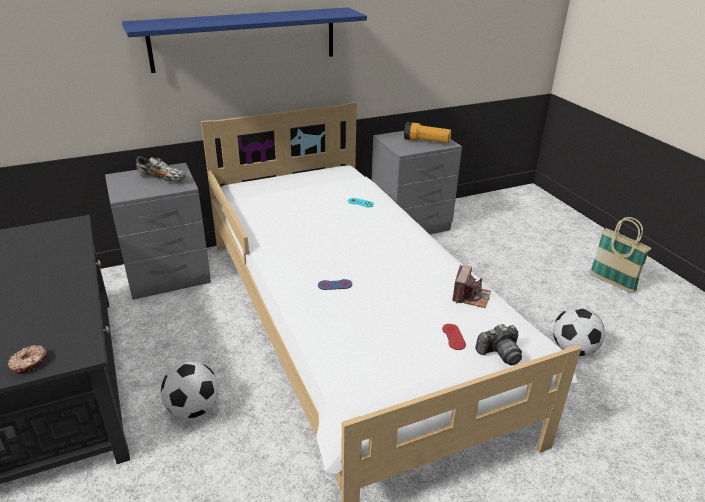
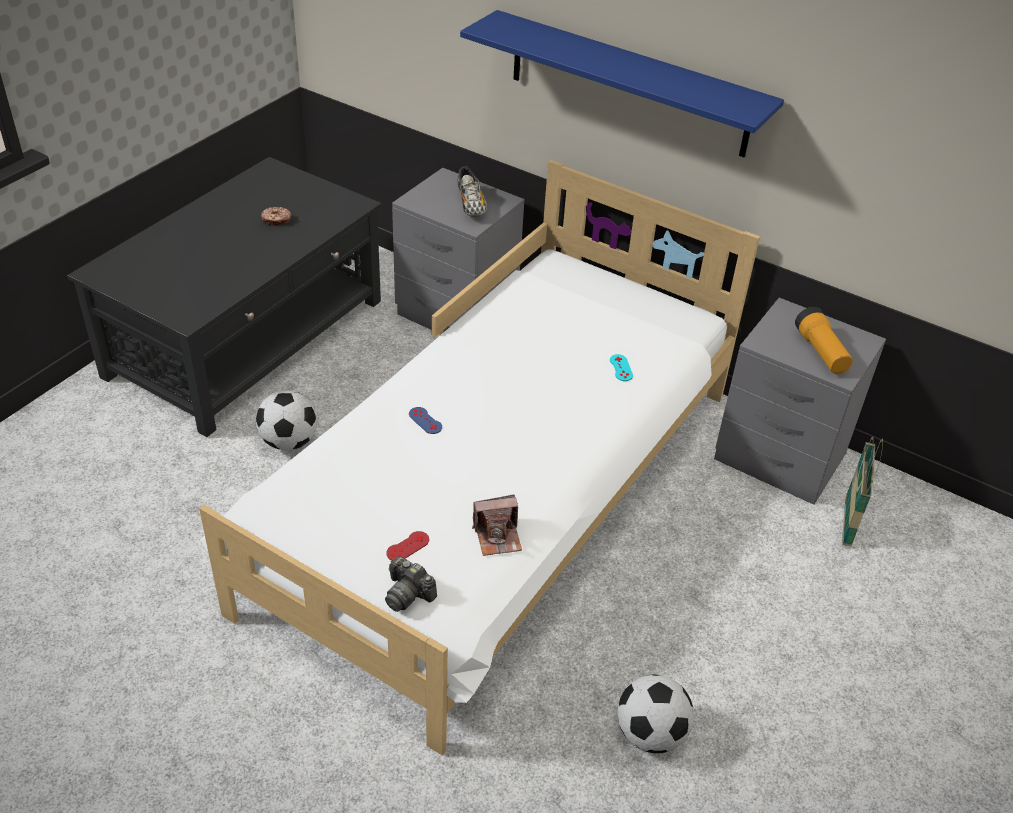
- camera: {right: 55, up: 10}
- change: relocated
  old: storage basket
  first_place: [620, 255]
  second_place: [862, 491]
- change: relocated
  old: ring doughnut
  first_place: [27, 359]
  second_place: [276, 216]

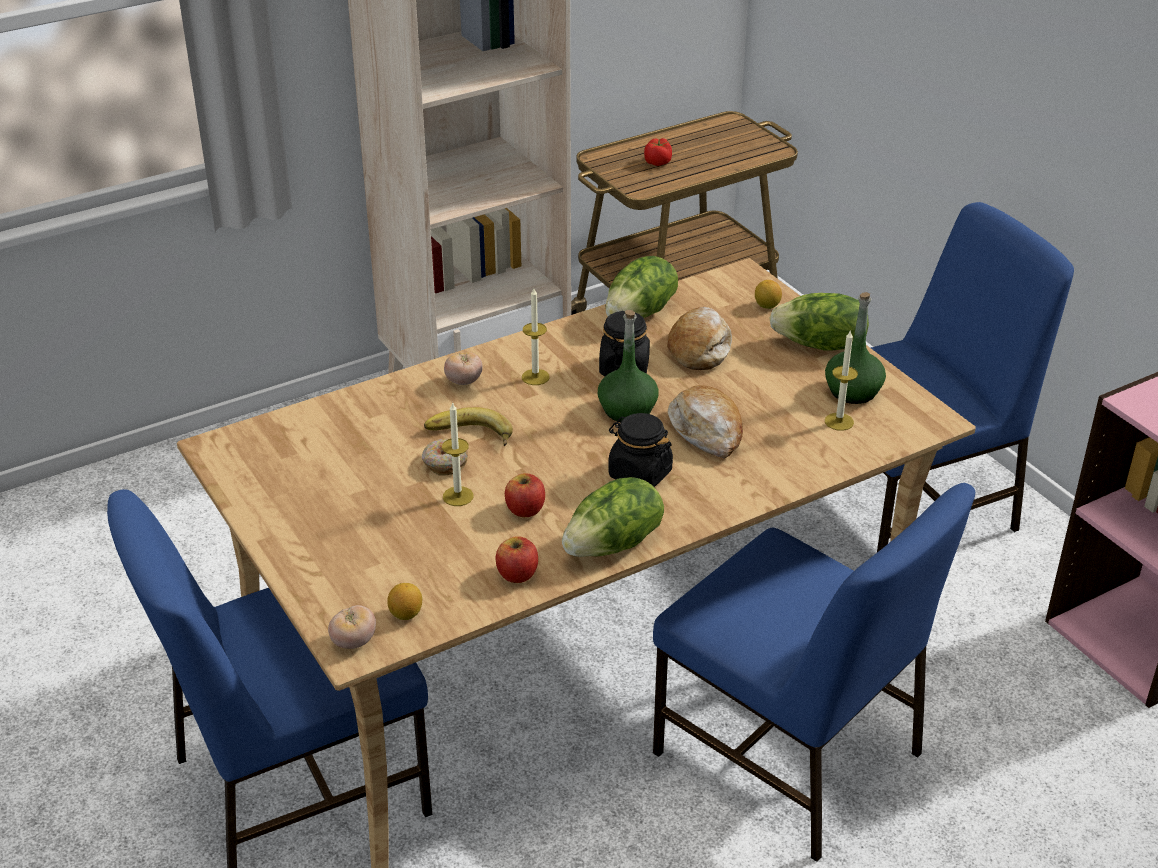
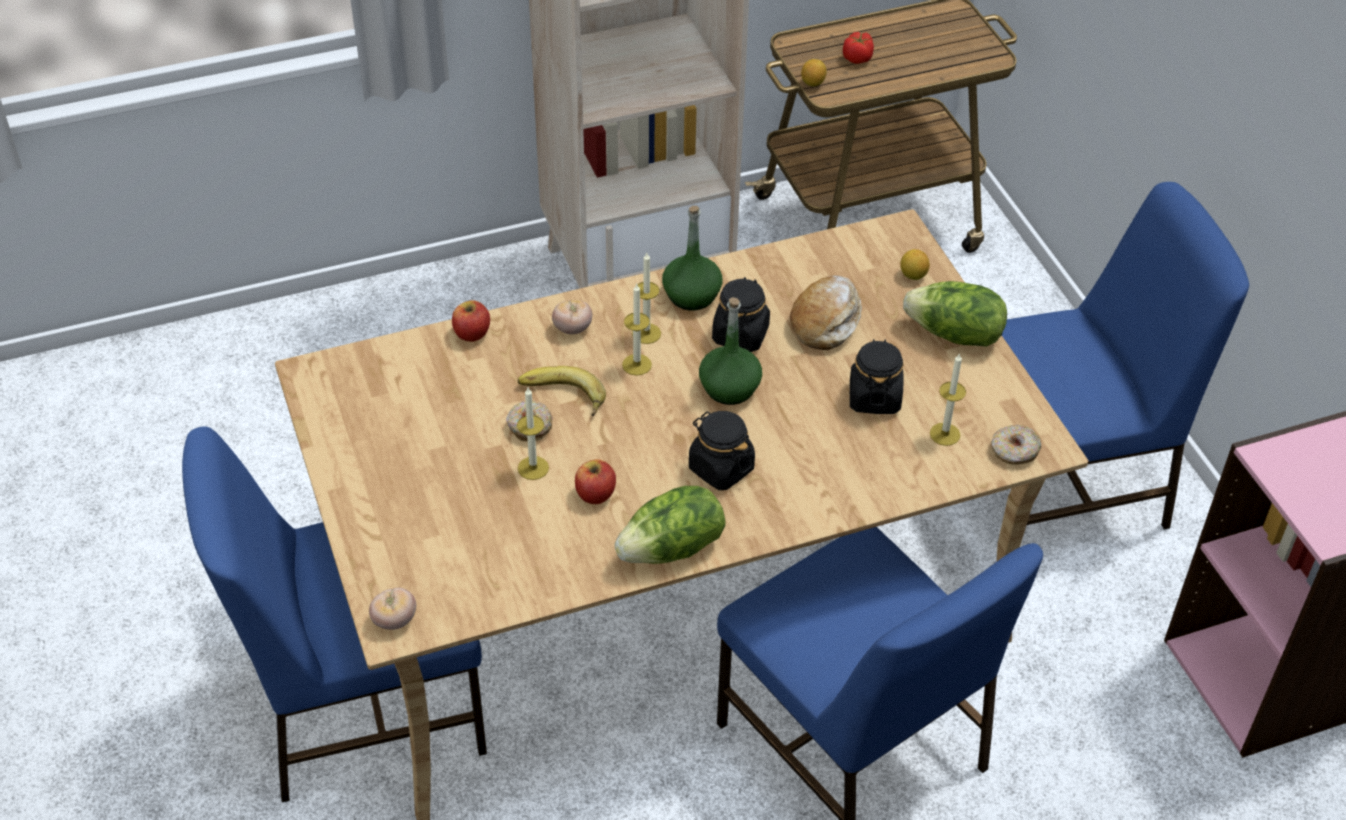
- camera: {right: 10, up: 10}
- change: missing
  old: lettuce
  first_place: [641, 287]
- change: relocated
  old: greenish bottle
  first_place: [855, 348]
  second_place: [692, 258]
- change: missing
  old: bakery bread
  first_place: [705, 421]
- change: relocated
  old: apple fruit
  first_place: [516, 559]
  second_place: [471, 321]
- change: relocated
  old: lemon
  first_place: [404, 601]
  second_place: [814, 73]
- change: appeared
  new: candle
  second_place: [637, 330]
- change: appeared
  new: black-coloured preserve jar
  second_place: [877, 376]
- change: appeared
  new: ring doughnut
  second_place: [1016, 445]

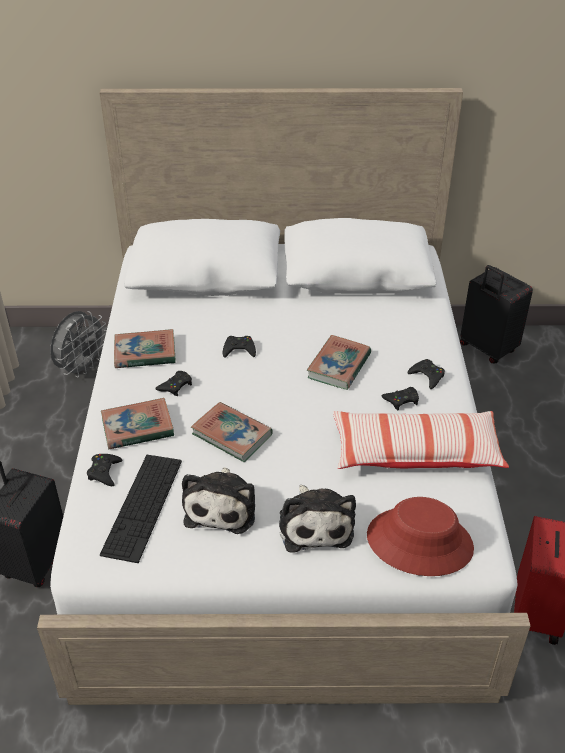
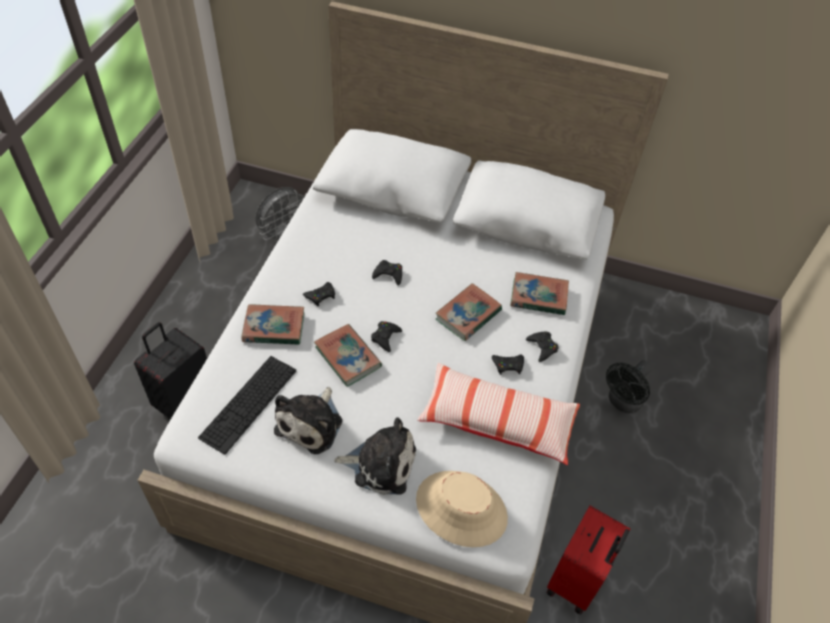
- camera: {right: 15, up: 10}
- change: missing
  old: black-coloured travel case
  first_place: [496, 314]
- change: relocated
  old: bound book
  first_place: [145, 348]
  second_place: [539, 293]
- change: relocated
  old: black-coloured game controller
  first_place: [104, 470]
  second_place: [386, 336]
- change: spun
  old: plush toy
  first_place: [317, 519]
  second_place: [375, 456]
  degrees: -90
- change: colour
  old: red hat
  new: beige hat
  first_place: [420, 536]
  second_place: [462, 509]
- change: appeared
  new: black-coloured cooling fan
  second_place: [629, 386]

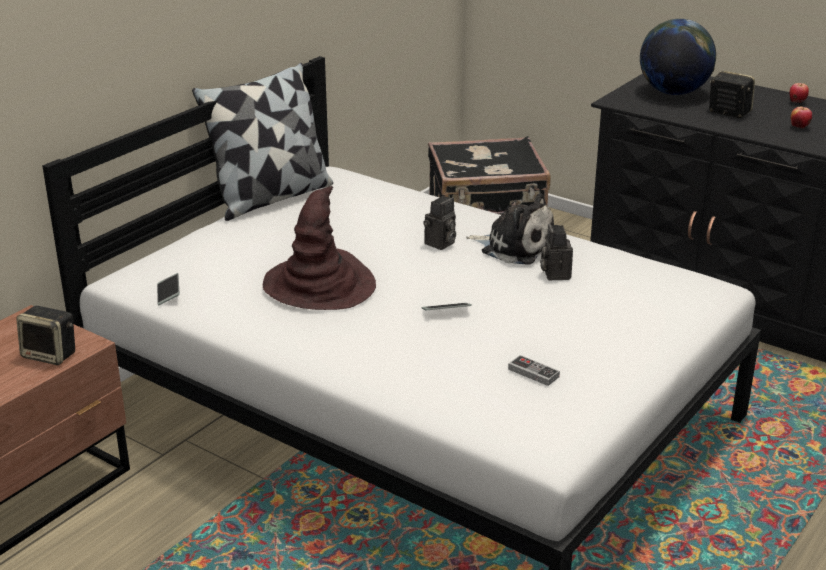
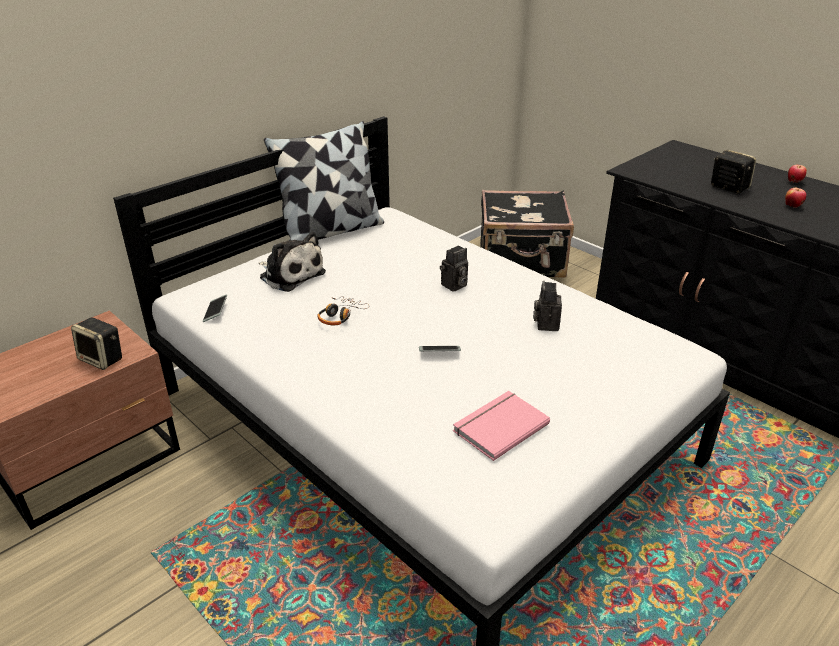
- camera: {right: 10, up: 5}
- change: missing
  old: globe
  first_place: [678, 57]
- change: exchanged
  old: brownish hat
  new: headset
  first_place: [319, 248]
  second_place: [343, 310]
- change: relocated
  old: plush toy
  first_place: [510, 229]
  second_place: [292, 262]
- change: exchanged
  old: game controller
  new: pink-coloured bound book
  first_place: [534, 370]
  second_place: [501, 426]

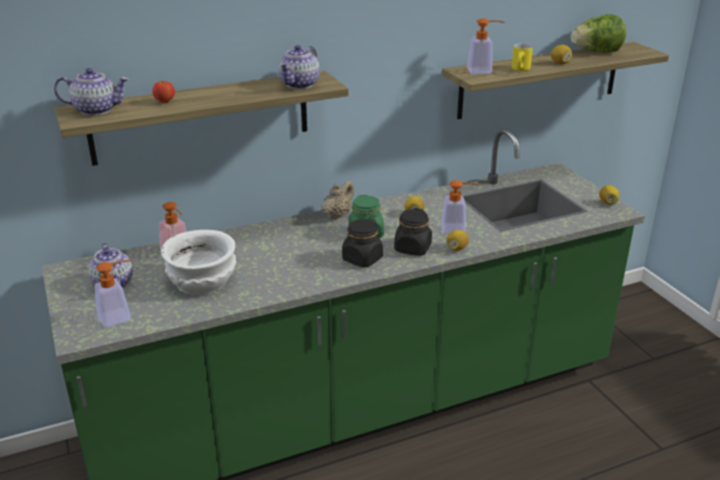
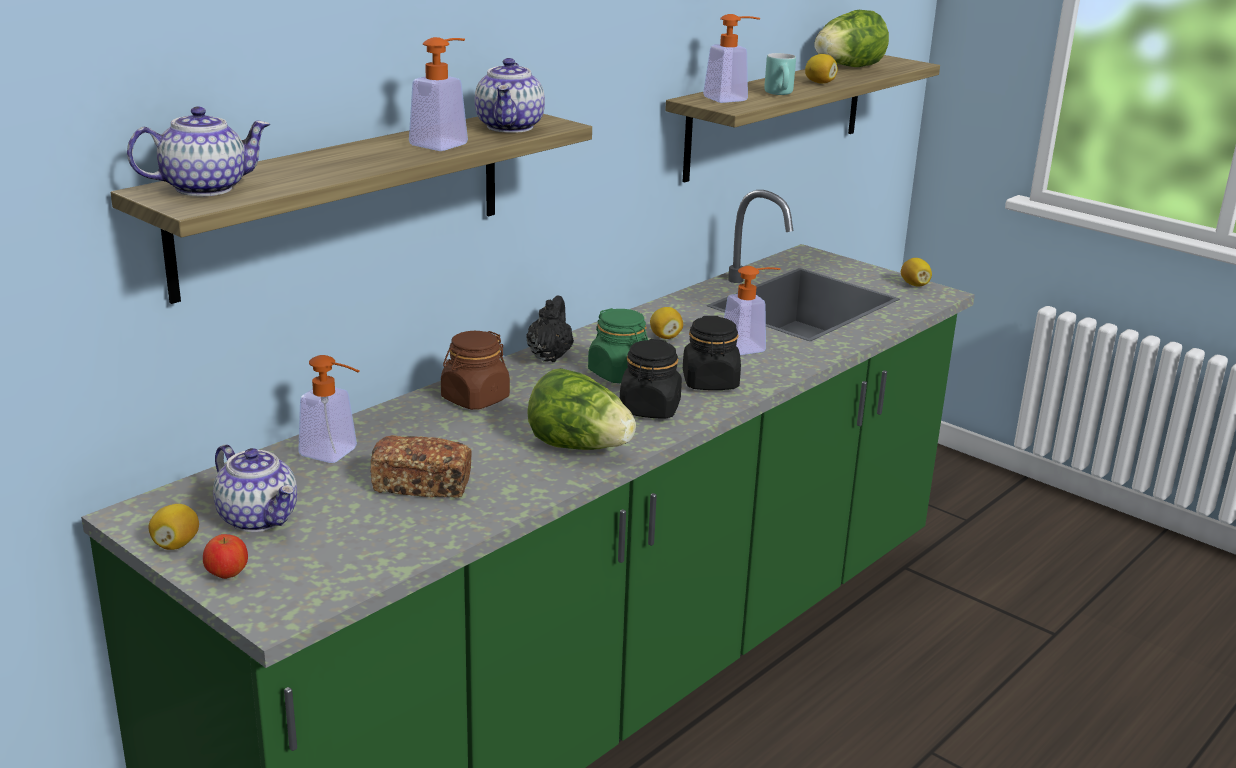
- camera: {right: -25, up: -5}
- change: colour
  old: yellow-coloured mug
  new: turquoise-coloured mug
  first_place: [522, 57]
  second_place: [780, 74]
- change: relocated
  old: apple fruit
  first_place: [163, 92]
  second_place: [225, 556]
- change: colour
  old: beige tea pot
  new: black-coloured tea pot
  first_place: [337, 200]
  second_place: [550, 329]
- change: exchanged
  old: white-coloured bowl
  new: bakery bread
  first_place: [198, 262]
  second_place: [421, 466]
- change: relocated
  old: lemon
  first_place: [457, 240]
  second_place: [173, 527]
- change: relocated
  old: soap bottle
  first_place: [113, 294]
  second_place: [438, 94]
- change: appeared
  new: brownish preserve jar
  second_place: [475, 370]
- change: appeared
  new: lettuce
  second_place: [581, 409]

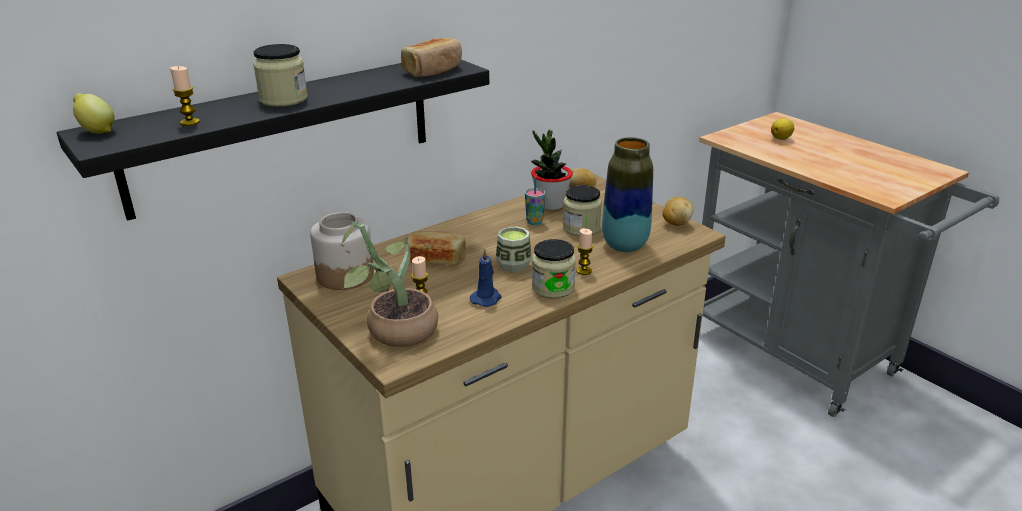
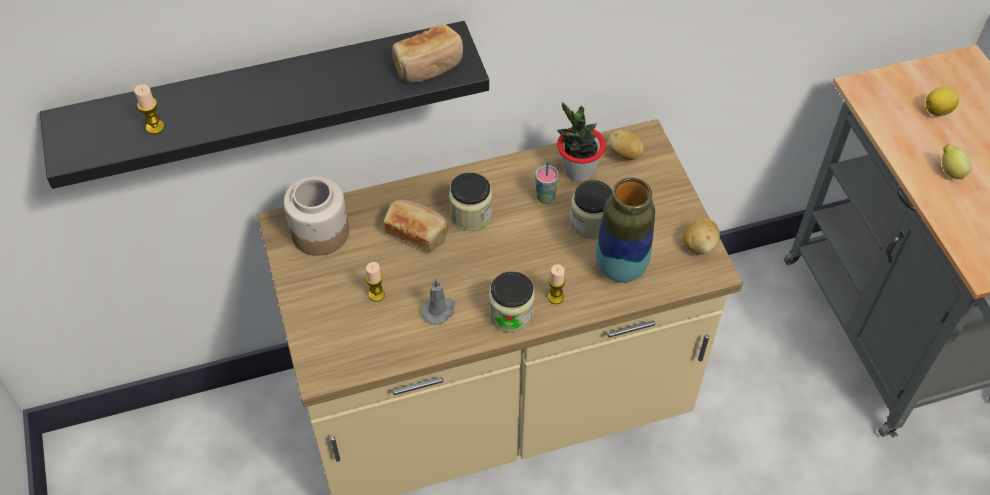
- camera: {right: 20, up: 25}
- change: relocated
  old: preserve jar
  first_place: [280, 75]
  second_place: [470, 201]
- change: relocated
  old: lemon
  first_place: [93, 113]
  second_place: [956, 161]
- change: missing
  old: plant in a pot
  first_place: [390, 284]
- change: missing
  old: drinking cup
  first_place: [513, 249]
- change: colour
  old: blue-coloured candle
  new: greyish candle
  first_place: [486, 278]
  second_place: [438, 301]

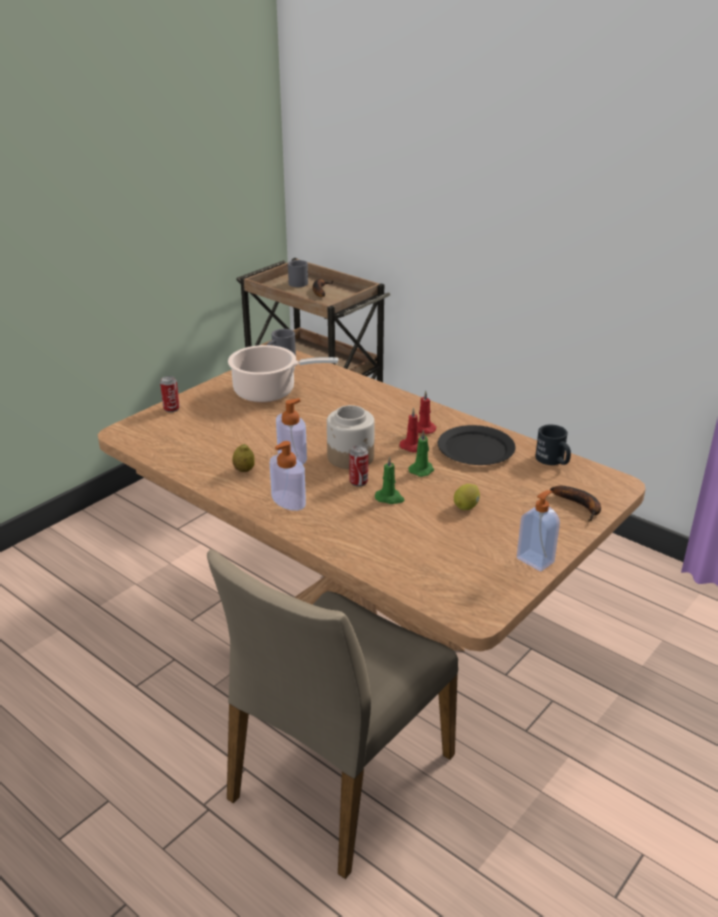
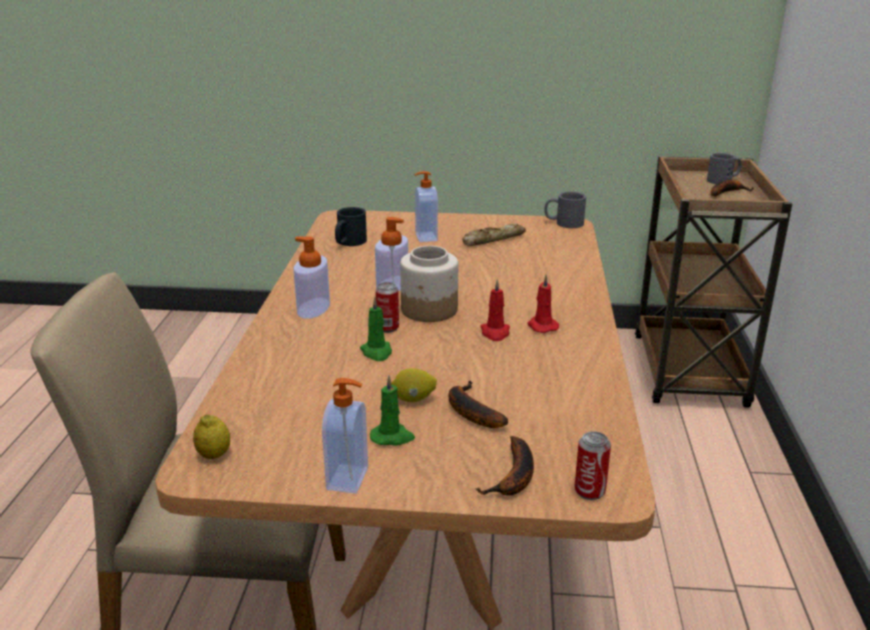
- camera: {right: 55, up: -5}
- change: exchanged
  old: cooking pot
  new: bakery bread
  first_place: [283, 373]
  second_place: [494, 235]
- change: relocated
  old: can
  first_place: [170, 394]
  second_place: [592, 465]
- change: missing
  old: black-coloured dinner plate
  first_place: [477, 445]
- change: relocated
  old: black-coloured mug
  first_place: [553, 445]
  second_place: [351, 226]
- change: relocated
  old: greenish candle
  first_place: [421, 453]
  second_place: [392, 410]
- change: relocated
  old: lemon
  first_place: [243, 458]
  second_place: [211, 436]
- change: appeared
  new: soap bottle
  second_place: [426, 206]
- change: appeared
  new: banana fruit
  second_place: [478, 404]

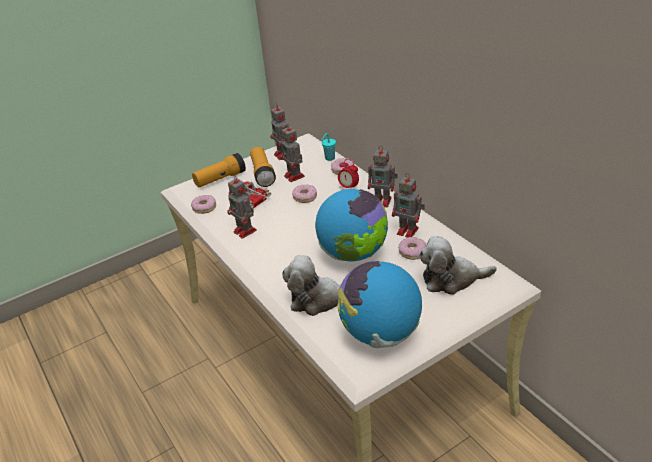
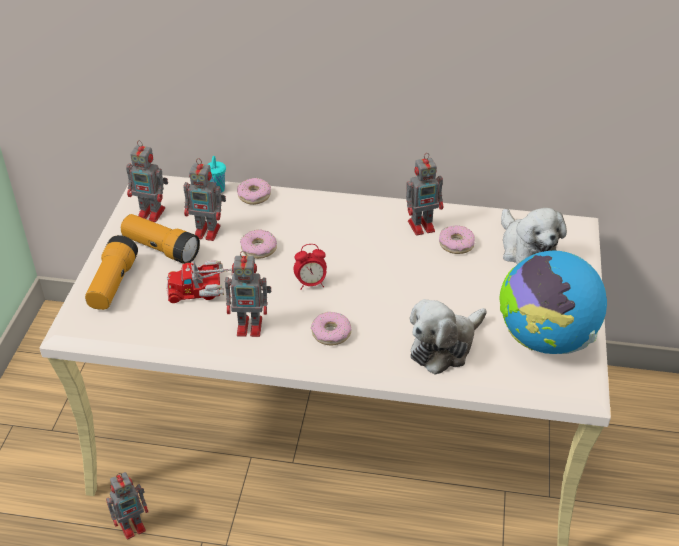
- camera: {right: -50, up: 5}
- change: relocated
  old: toy robot
  first_place: [383, 176]
  second_place: [127, 505]
- change: relocated
  old: table clock
  first_place: [348, 173]
  second_place: [310, 267]
- change: missing
  old: globe
  first_place: [351, 225]
- change: relocated
  old: ring doughnut
  first_place: [203, 204]
  second_place: [331, 328]
- change: spun
  old: plush toy
  first_place: [458, 265]
  second_place: [534, 236]
  degrees: -60

